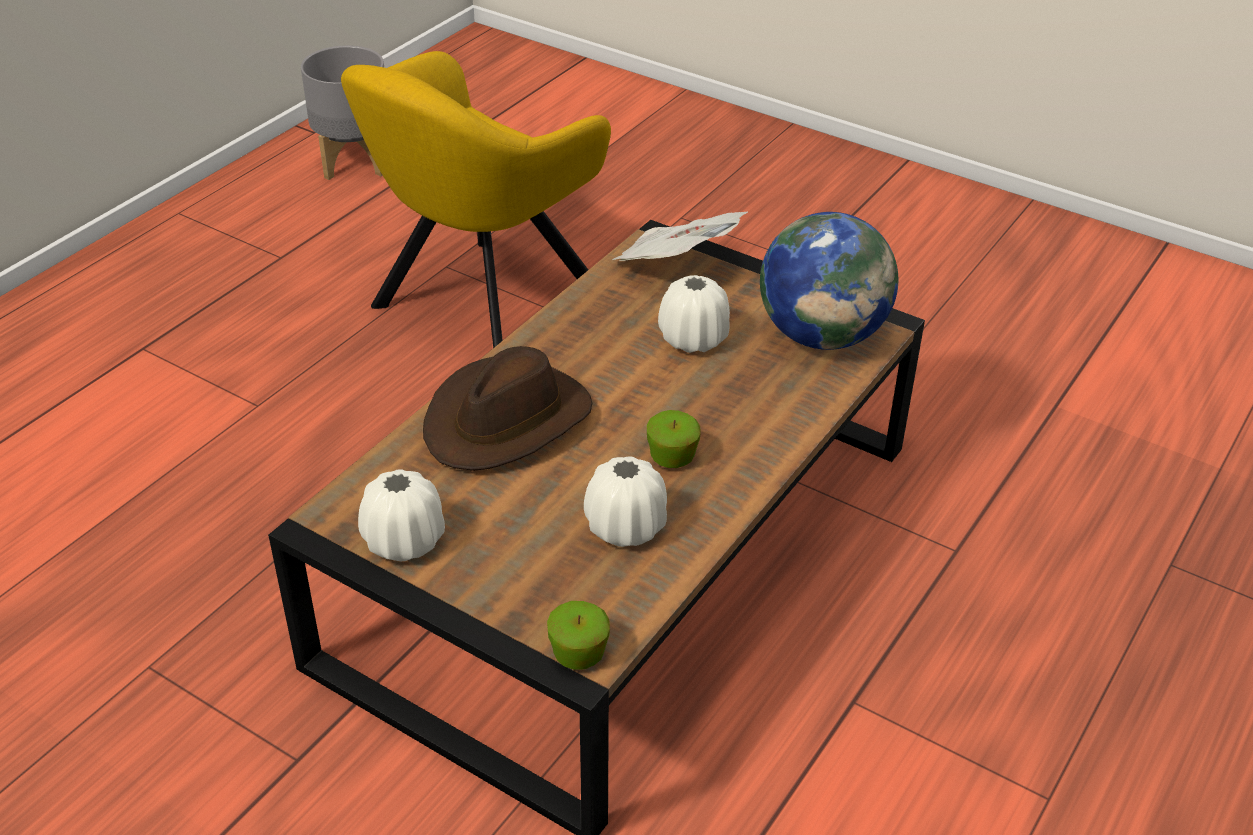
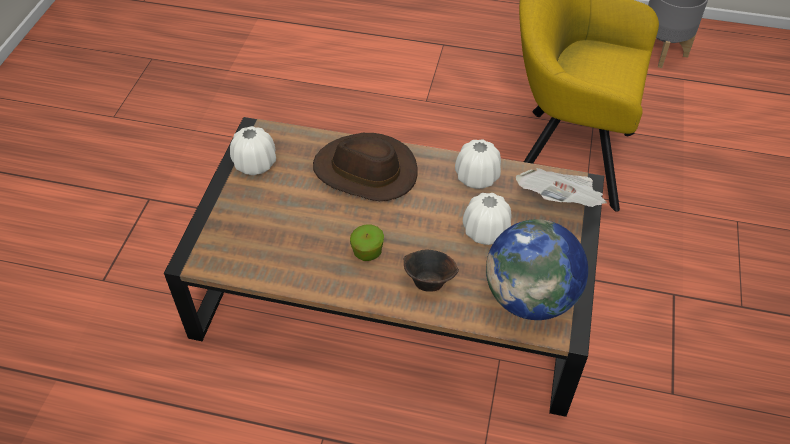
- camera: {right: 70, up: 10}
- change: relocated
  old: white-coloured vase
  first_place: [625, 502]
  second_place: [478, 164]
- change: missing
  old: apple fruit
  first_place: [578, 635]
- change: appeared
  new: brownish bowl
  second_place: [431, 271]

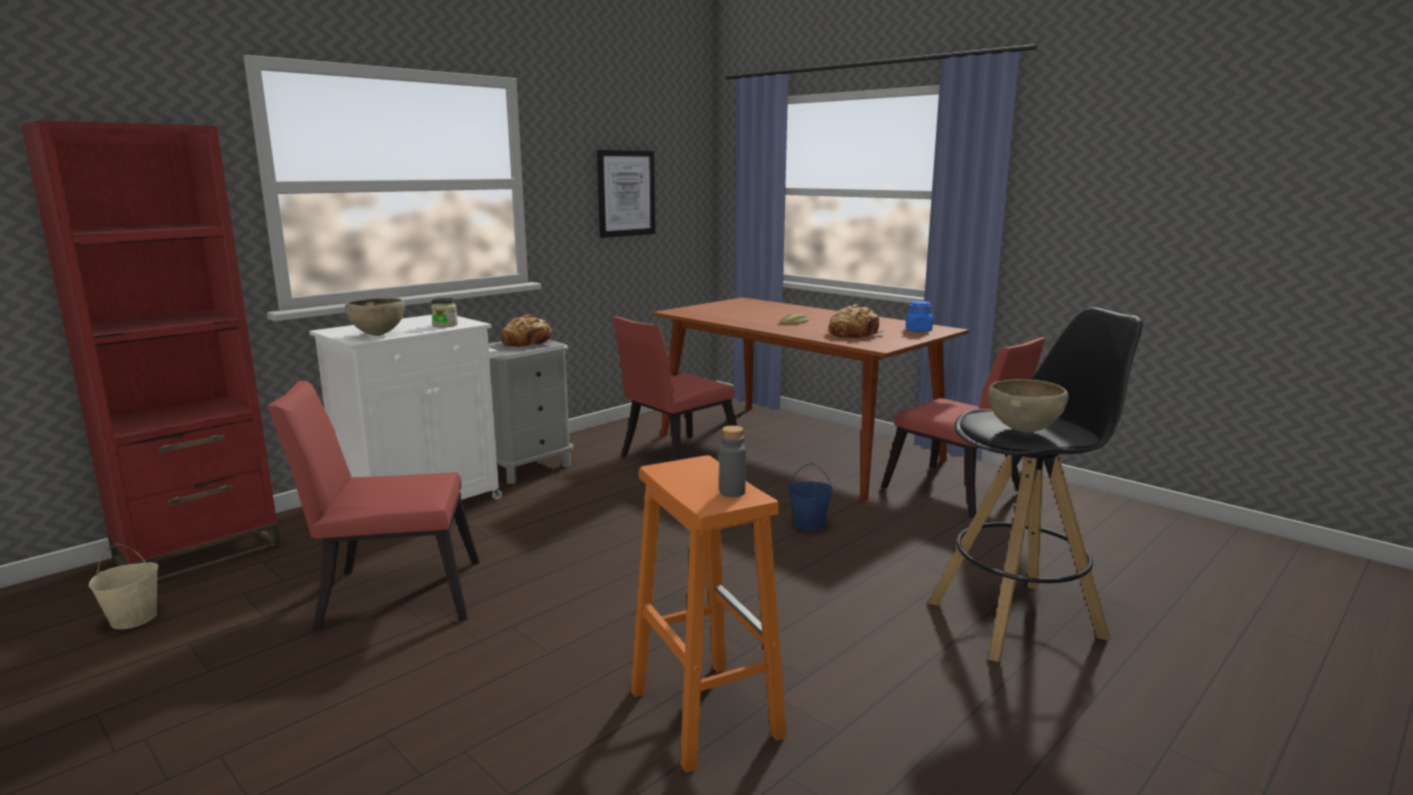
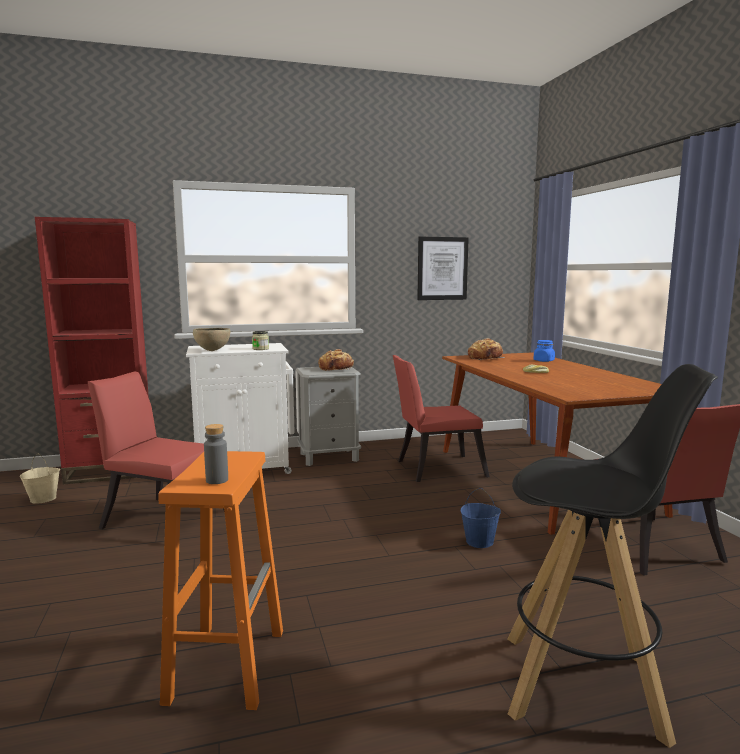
- camera: {right: 30, up: -5}
- change: relocated
  old: blue-coloured preserve jar
  first_place: [919, 316]
  second_place: [544, 351]
- change: relocated
  old: bakery bread
  first_place: [858, 321]
  second_place: [486, 349]
- change: missing
  old: brownish bowl
  first_place: [1028, 406]

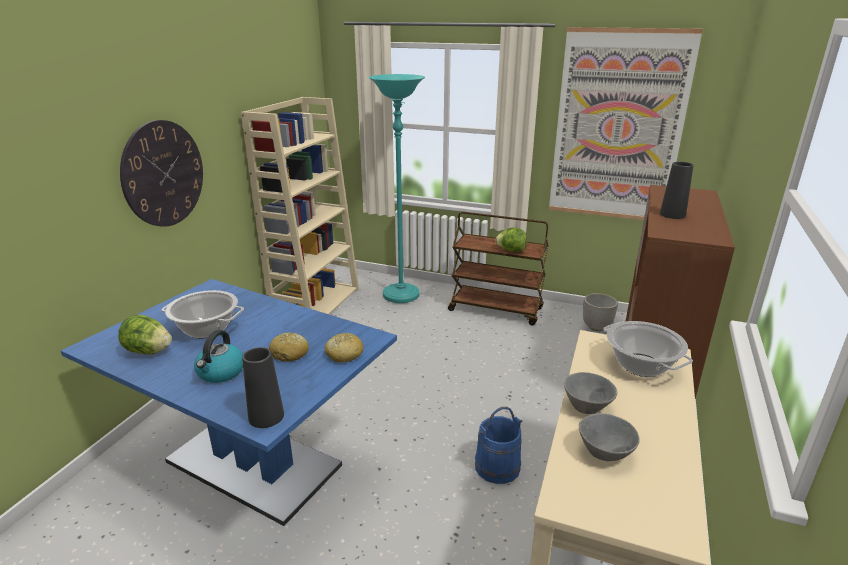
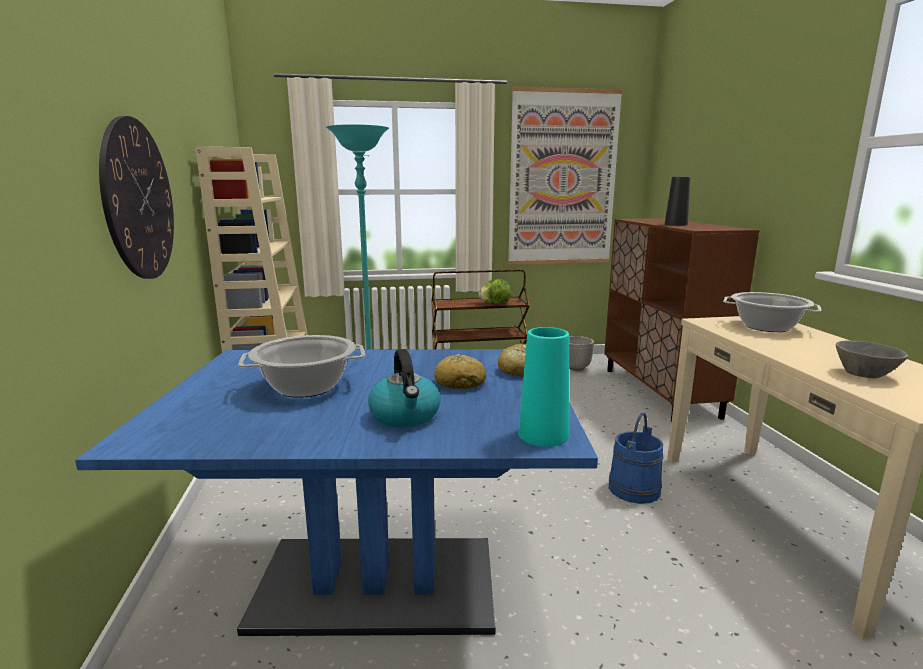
- camera: {right: -30, up: -10}
- change: missing
  old: lettuce
  first_place: [145, 335]
- change: colour
  old: black-coloured vase
  new: turquoise-coloured vase
  first_place: [263, 387]
  second_place: [543, 387]
- change: missing
  old: greyish bowl
  first_place: [590, 393]

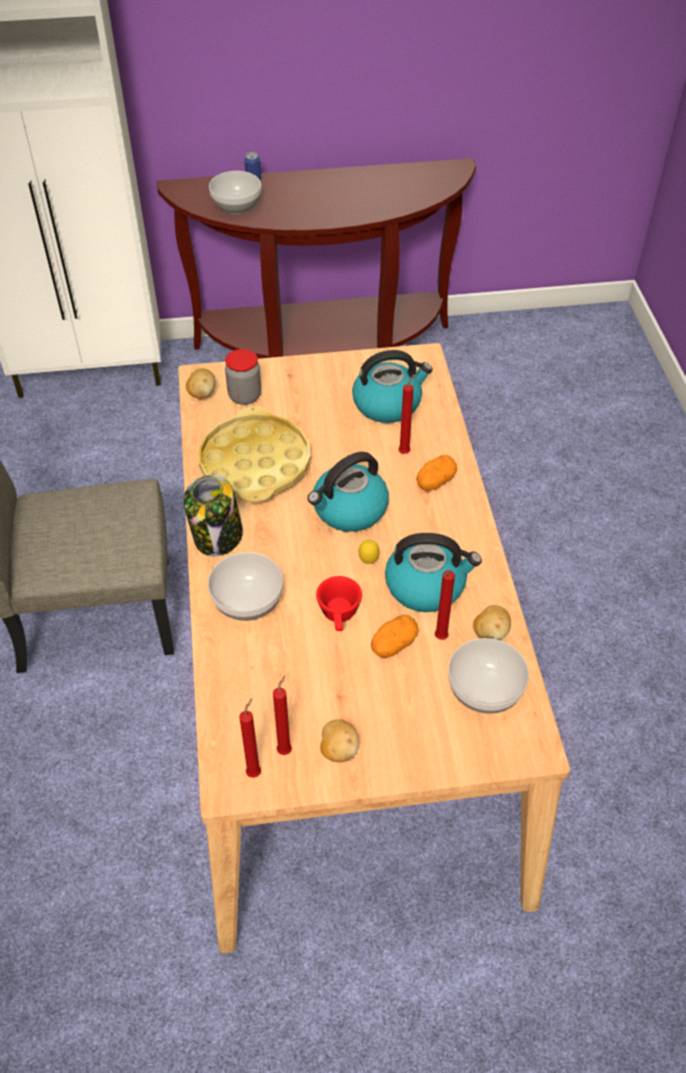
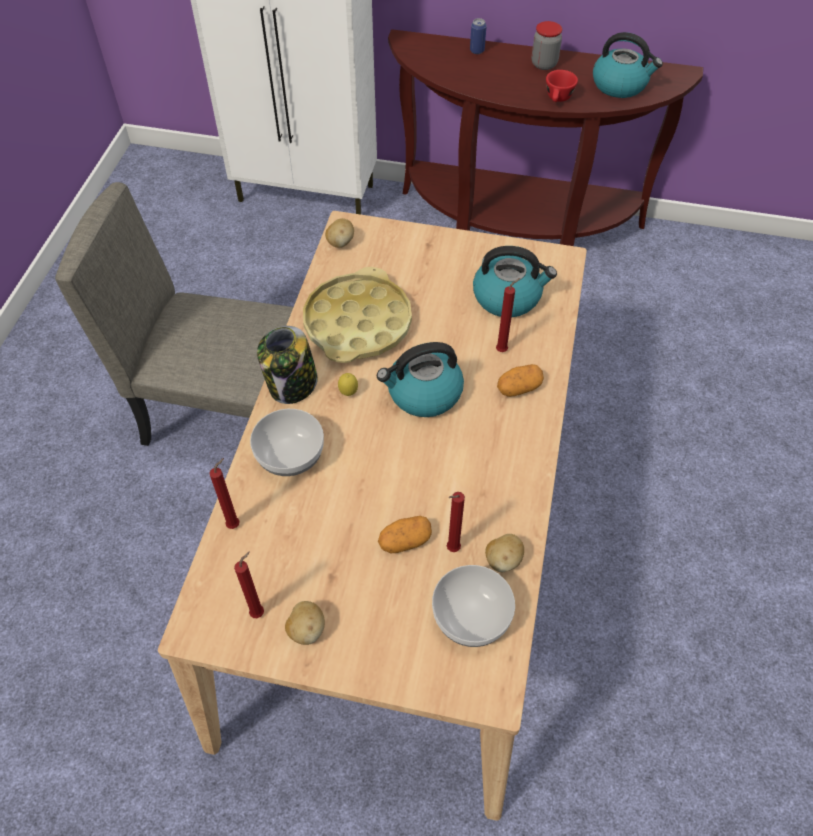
- camera: {right: 20, up: 5}
- change: missing
  old: bowl
  first_place: [235, 192]
- change: relocated
  old: preserve jar
  first_place: [243, 377]
  second_place: [547, 45]
- change: relocated
  old: tea kettle
  first_place: [433, 572]
  second_place: [628, 65]
- change: relocated
  old: lemon
  first_place: [369, 552]
  second_place: [348, 384]
- change: relocated
  old: red drinking cup
  first_place: [339, 603]
  second_place: [562, 86]
- change: relocated
  old: red candle
  first_place: [250, 738]
  second_place: [224, 493]

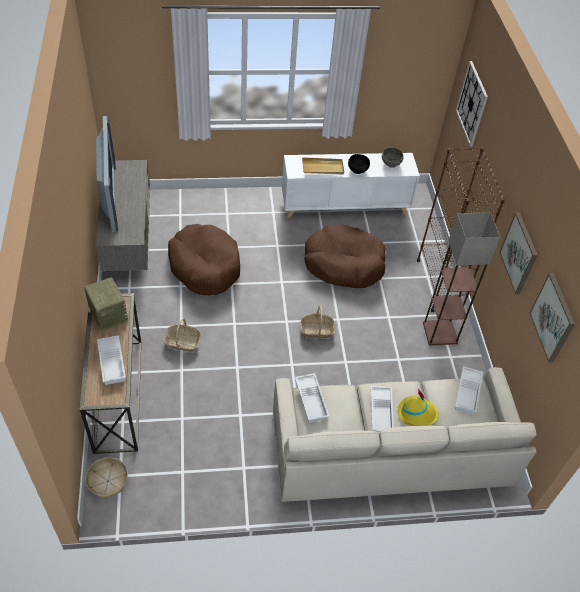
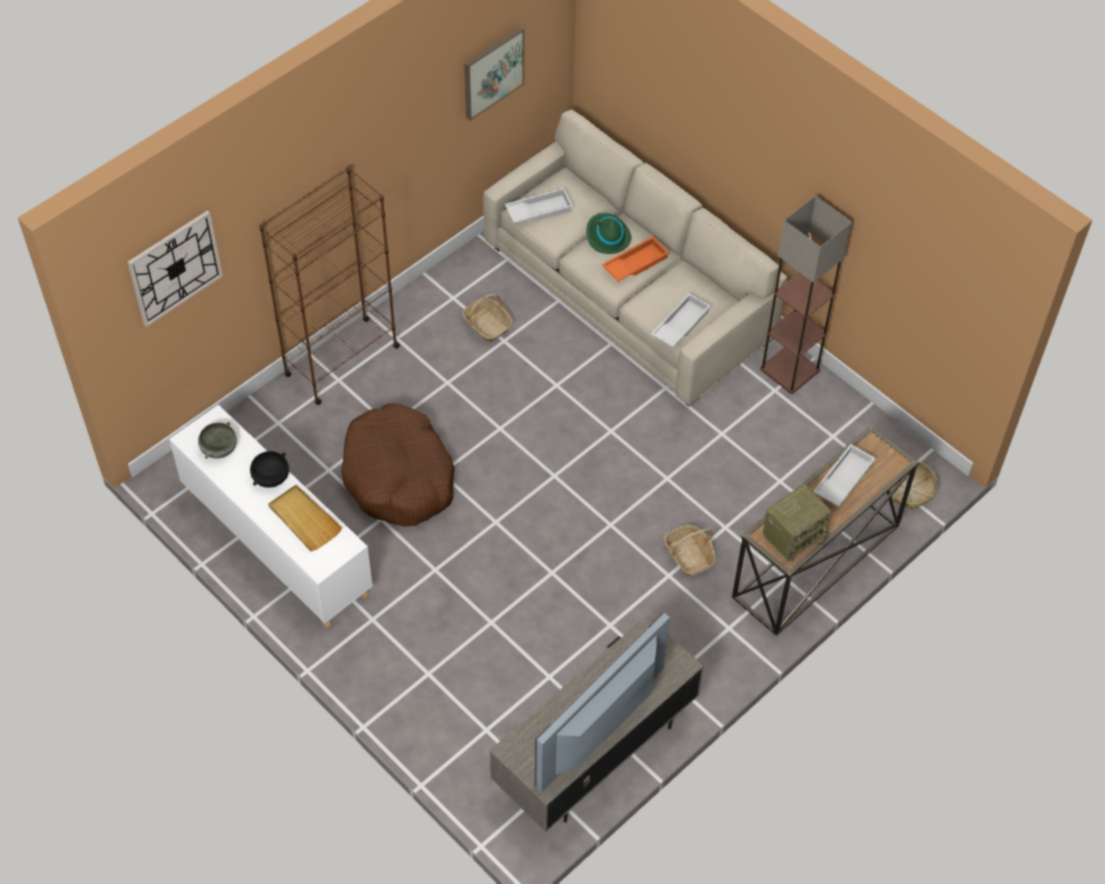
- camera: {right: -125, up: 5}
- change: relocated
  old: floor lamp
  first_place: [461, 279]
  second_place: [806, 295]
- change: missing
  old: wall picture
  first_place: [518, 253]
- change: missing
  old: brownish pet bed
  first_place: [204, 259]
- change: spun
  old: radio set
  first_place: [106, 304]
  second_place: [797, 523]
  degrees: -150
- change: relocated
  old: storage basket
  first_place: [318, 322]
  second_place: [487, 318]
- change: colour
  old: white-coloured tray
  new: orange-coloured tray
  first_place: [382, 409]
  second_place: [635, 259]
- change: colour
  old: yellow-coloured hat
  new: greenish hat
  first_place: [418, 407]
  second_place: [608, 233]

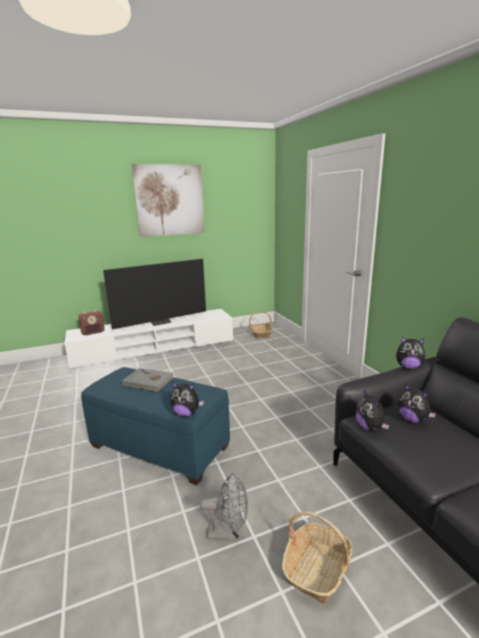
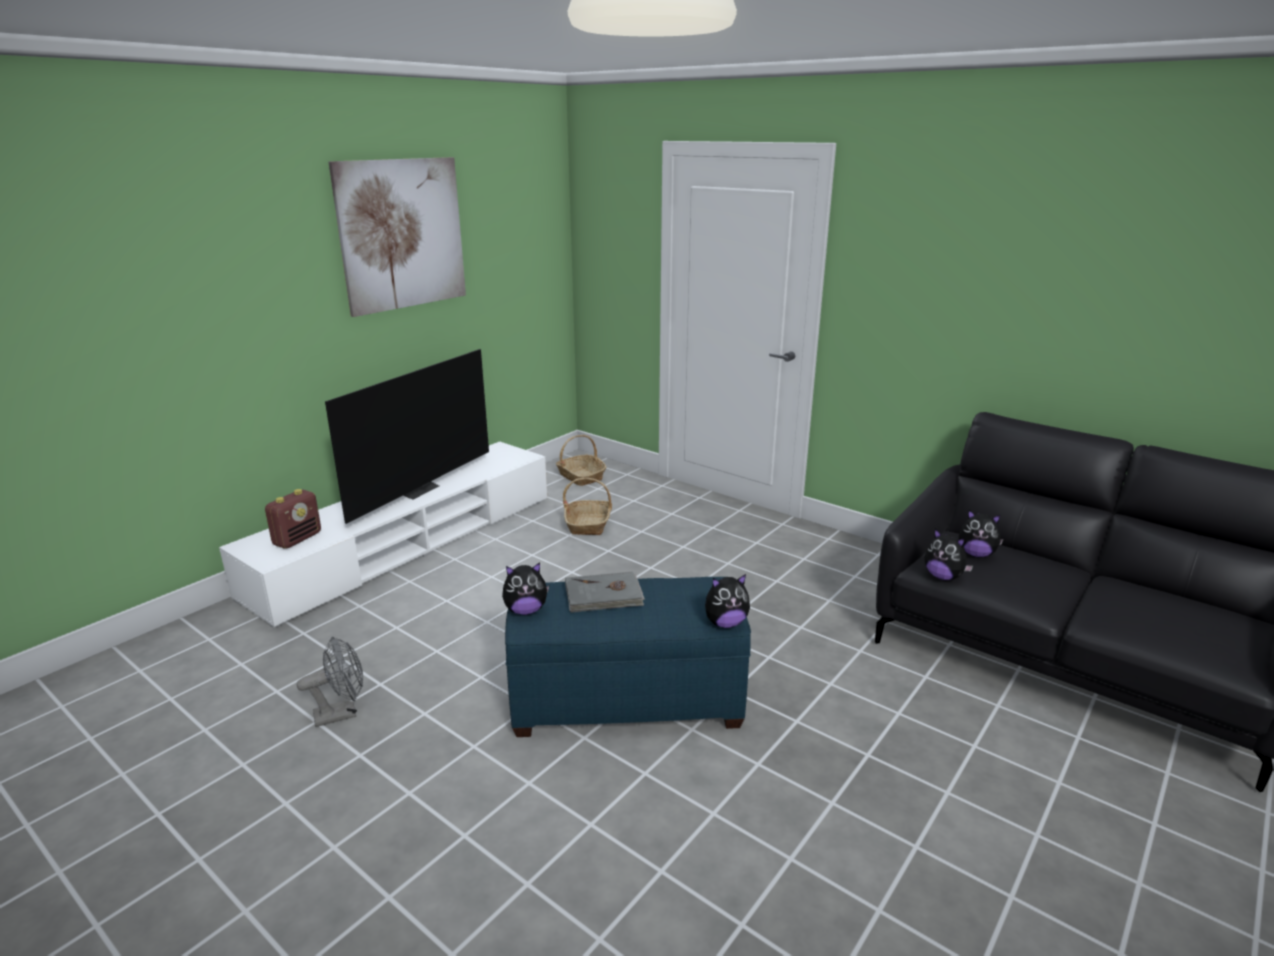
- camera: {right: -30, up: 5}
- change: relocated
  old: plush toy
  first_place: [411, 353]
  second_place: [525, 588]
- change: relocated
  old: greyish cooling fan
  first_place: [224, 507]
  second_place: [330, 682]
- change: relocated
  old: storage basket
  first_place: [317, 557]
  second_place: [587, 506]

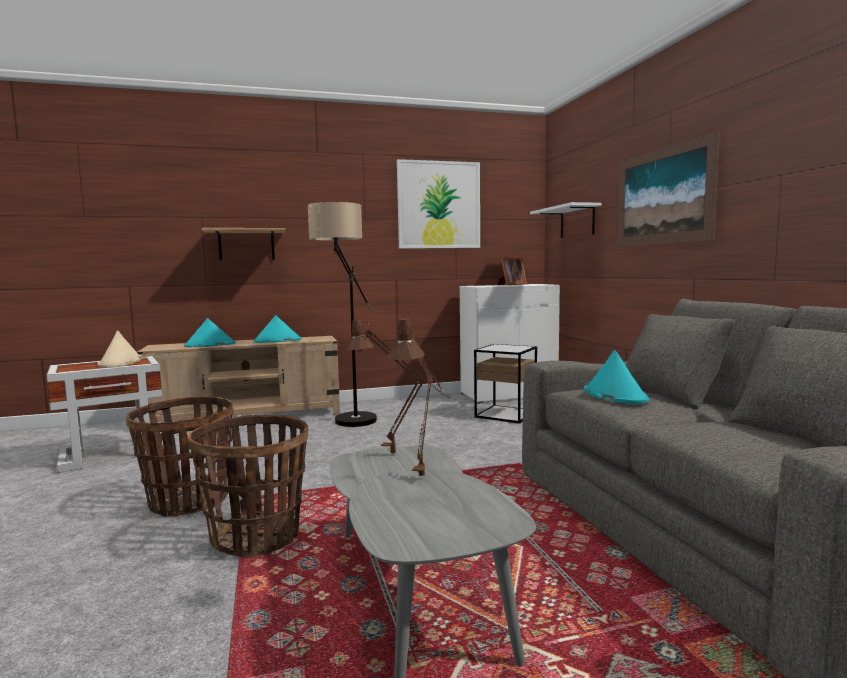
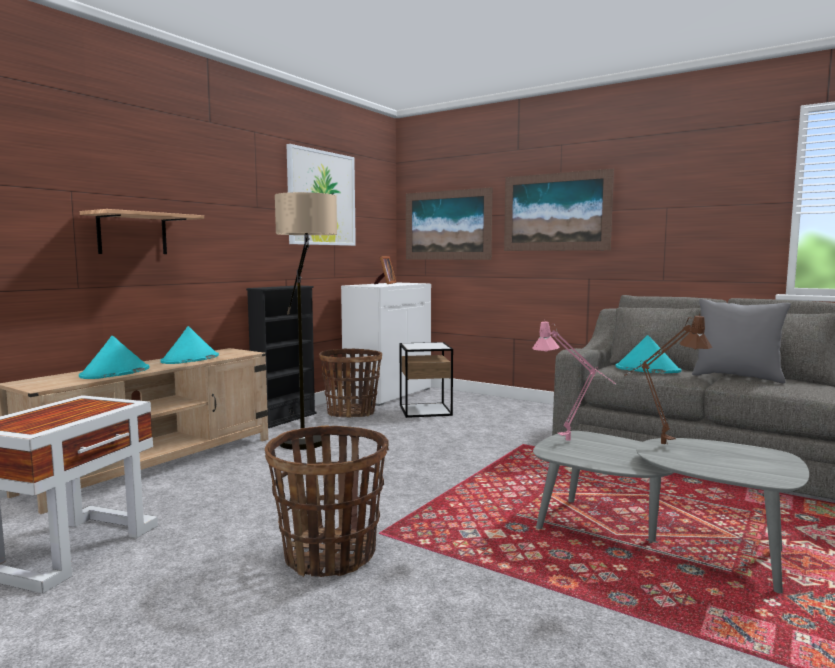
- camera: {right: -40, up: 0}
- change: exchanged
  old: white-coloured wall shelf
  new: wall picture
  first_place: [565, 220]
  second_place: [449, 223]
- change: colour
  old: brownish table lamp
  new: pink-coloured table lamp
  first_place: [398, 385]
  second_place: [574, 380]
- change: missing
  old: beige hat
  first_place: [119, 349]
- change: relocated
  old: storage basket
  first_place: [247, 485]
  second_place: [350, 383]
- change: appeared
  new: black-coloured bookcase
  second_place: [281, 357]
- change: appeared
  new: greyish cushion
  second_place: [741, 341]

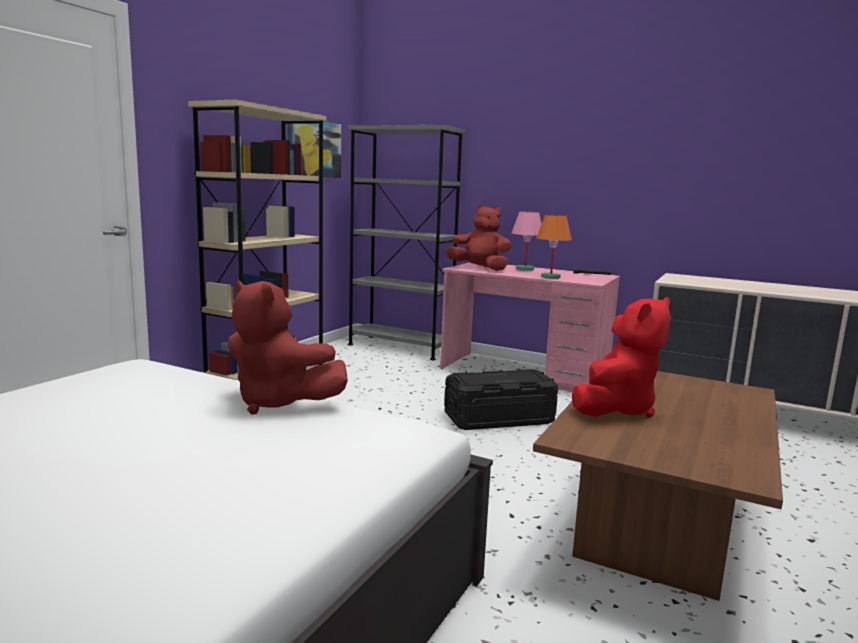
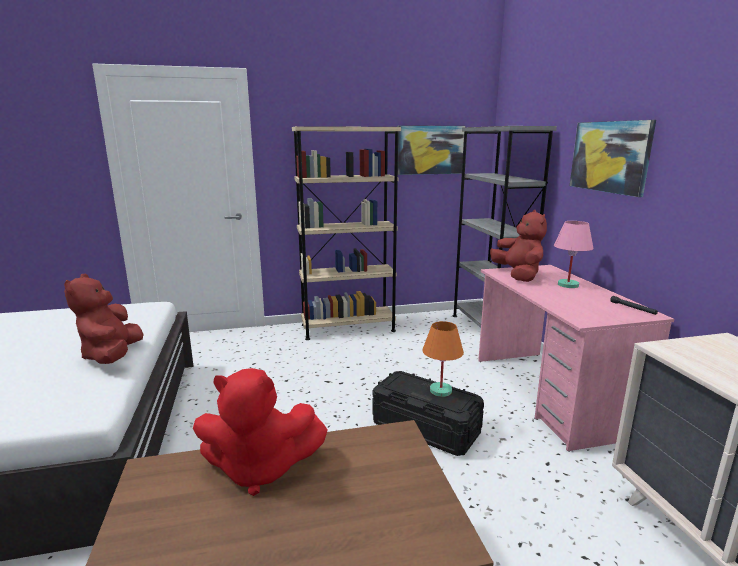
- camera: {right: 50, up: 5}
- change: relocated
  old: orange-coloured table lamp
  first_place: [554, 247]
  second_place: [443, 359]
- change: appeared
  new: wall picture
  second_place: [613, 158]

